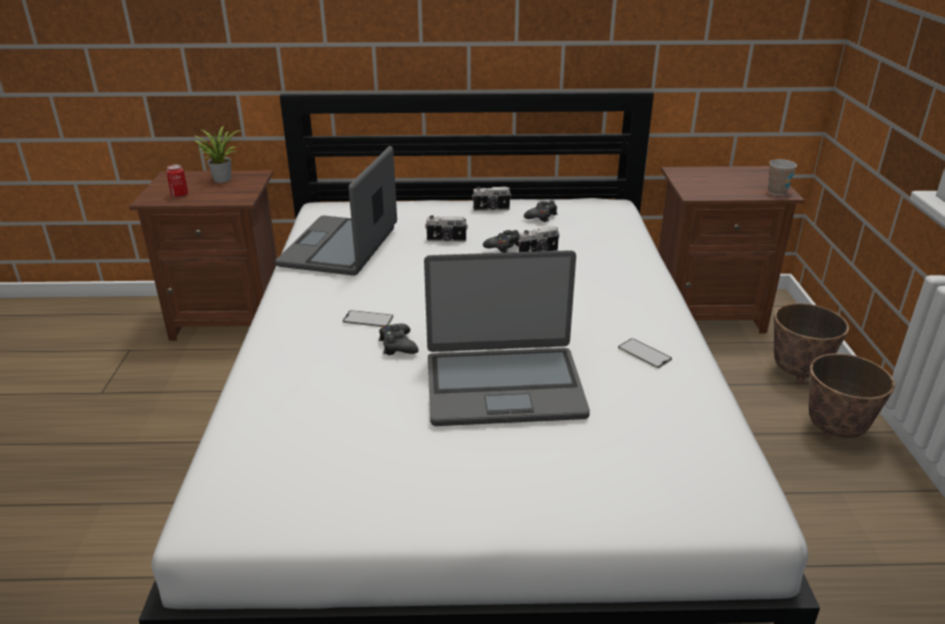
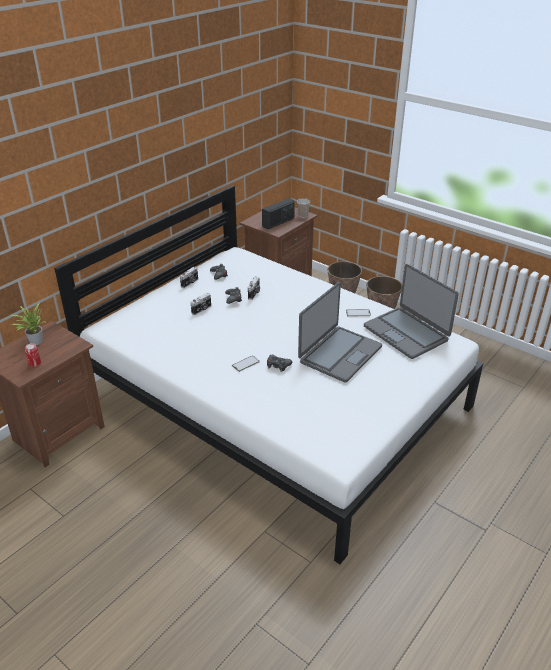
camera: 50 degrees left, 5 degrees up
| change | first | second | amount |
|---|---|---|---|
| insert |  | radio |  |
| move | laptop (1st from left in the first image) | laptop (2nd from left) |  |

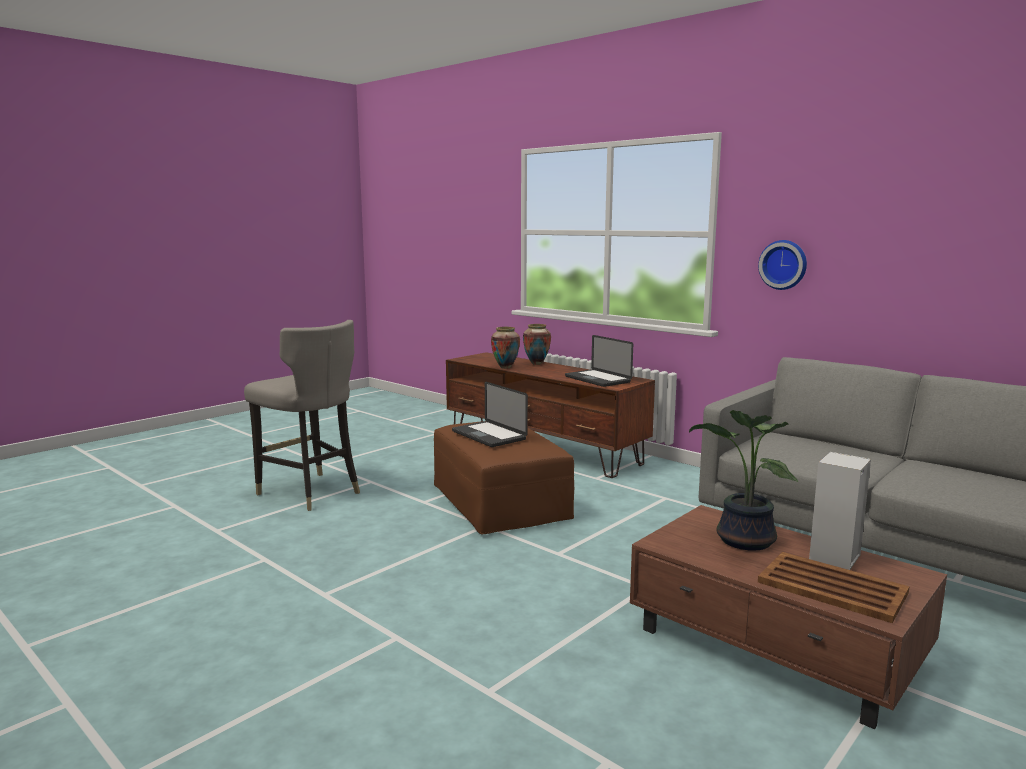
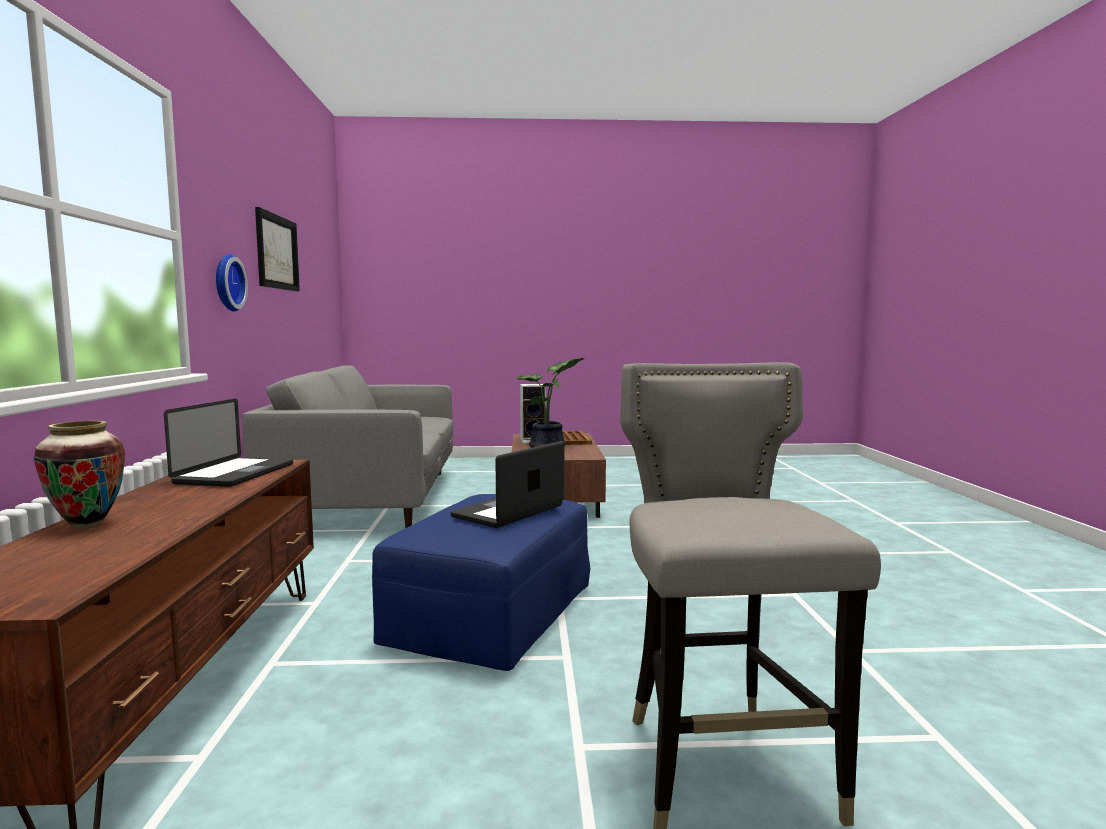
camera: 135 degrees left, 5 degrees down
| change | first | second | amount |
|---|---|---|---|
| insert |  | picture |  |
| recolor | brown_ottoman | blue_ottoman |  |
| rotate | laptop (1st from left in the first image) | laptop (2nd from left) | 150 degrees counterclockwise |
| delete | vase (1st from left) |  |  |

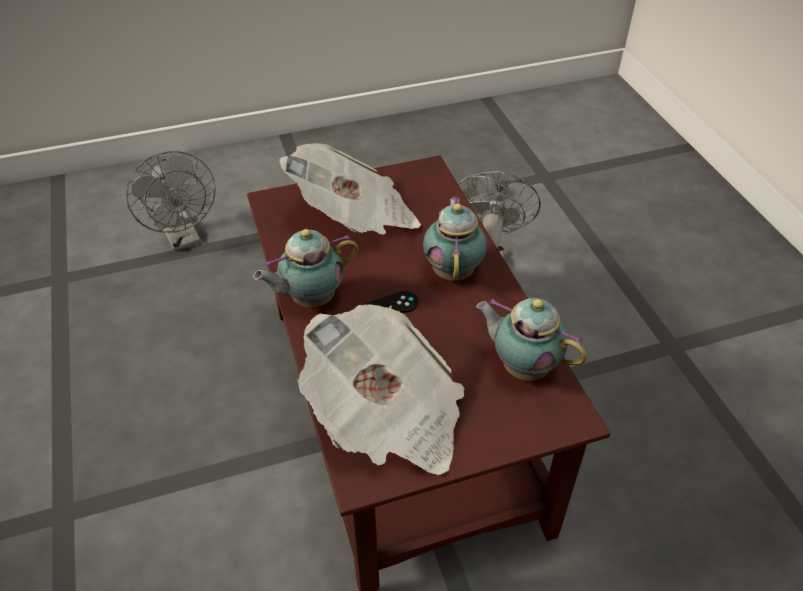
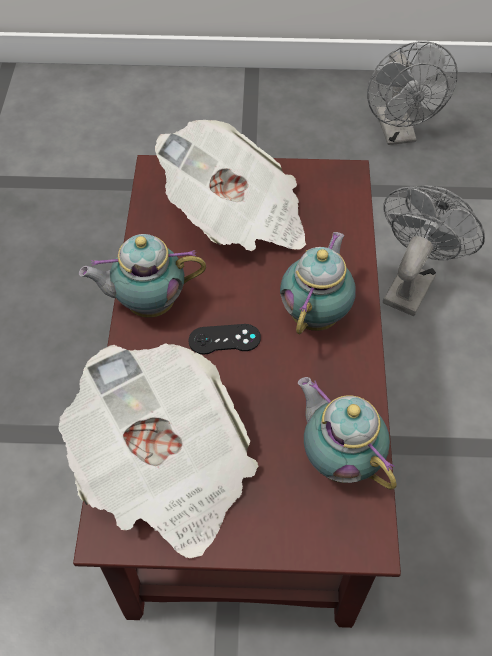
camera: 20 degrees right, 10 degrees up
| change | first | second | amount |
|---|---|---|---|
| move | grey_fan (1st from left) |  |  |

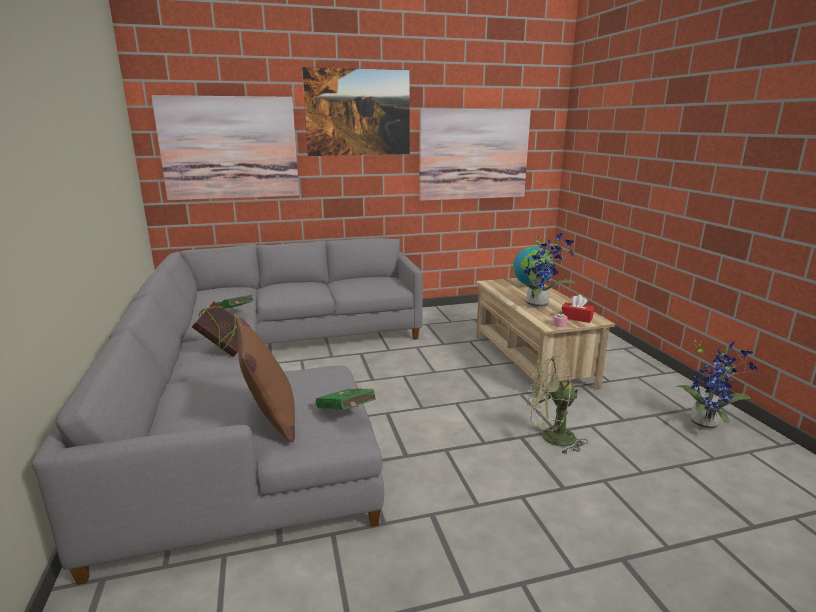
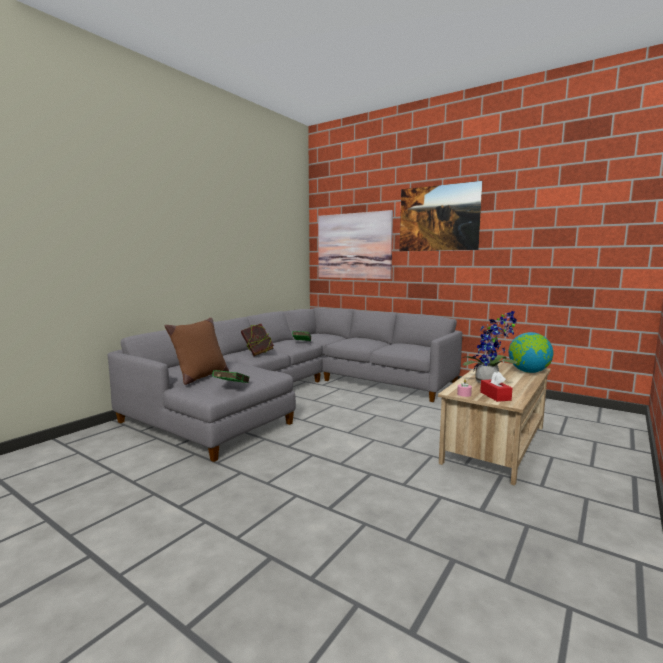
camera: 50 degrees right, 10 degrees down
| change | first | second | amount |
|---|---|---|---|
| delete | picture (3rd from left) |  |  |
| delete | green_fan |  |  |
| delete | potted_plant (2nd from left) |  |  |

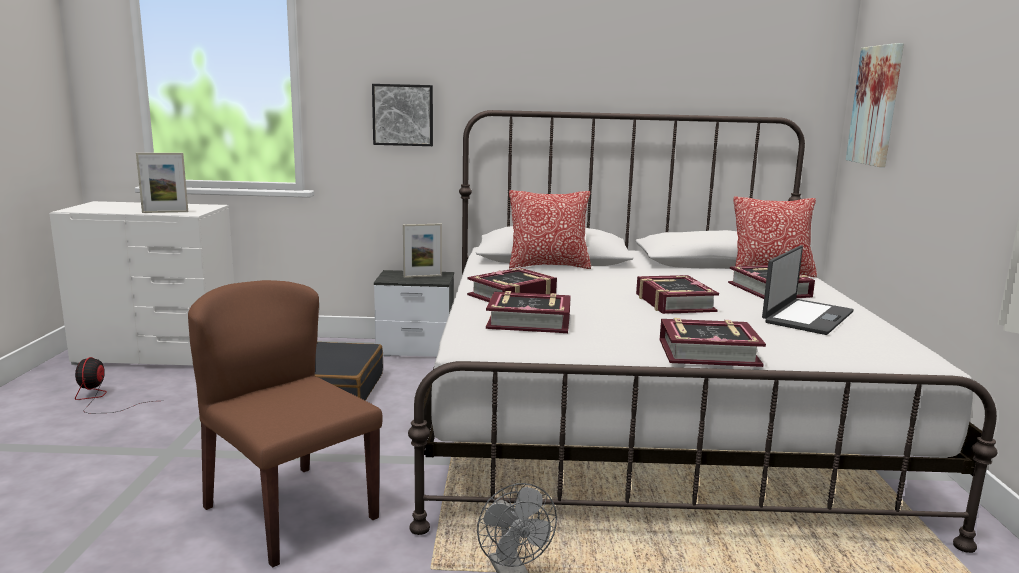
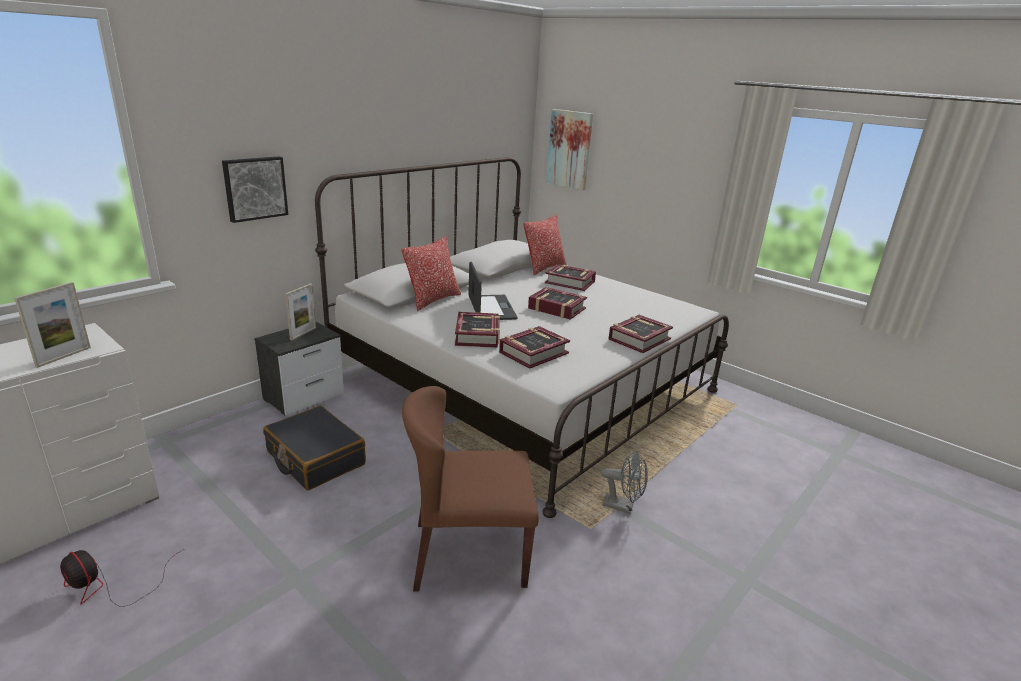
camera: 50 degrees left, 10 degrees up
| change | first | second | amount |
|---|---|---|---|
| move | laptop |  |  |

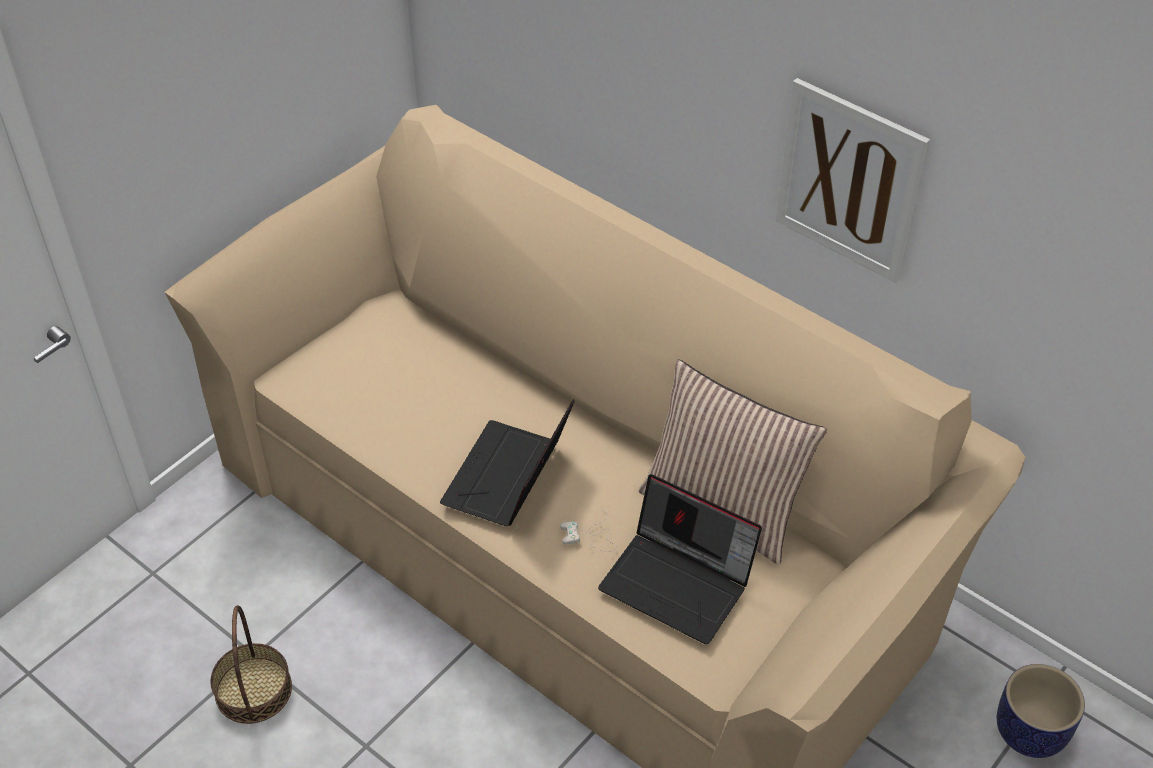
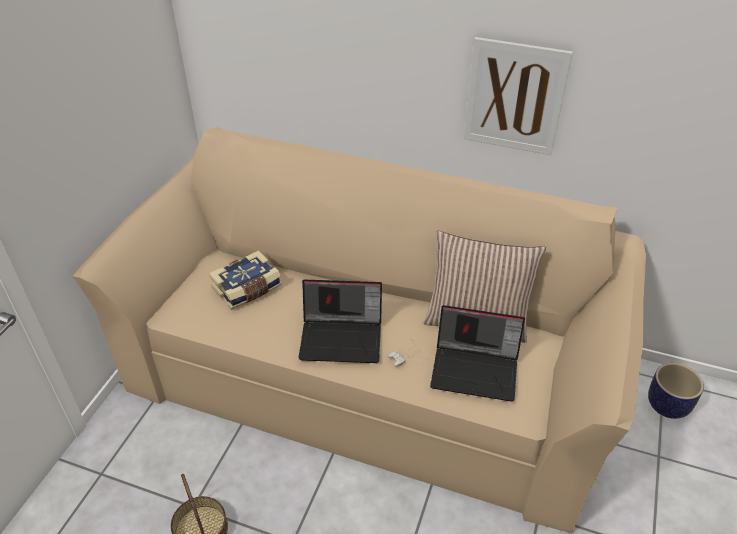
camera: 20 degrees left, 5 degrees down
| change | first | second | amount |
|---|---|---|---|
| insert |  | book |  |
| rotate | laptop (1st from left) |  | 90 degrees counterclockwise |

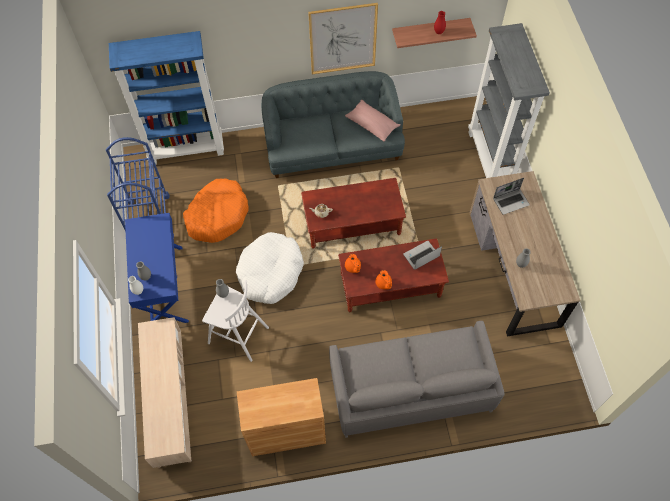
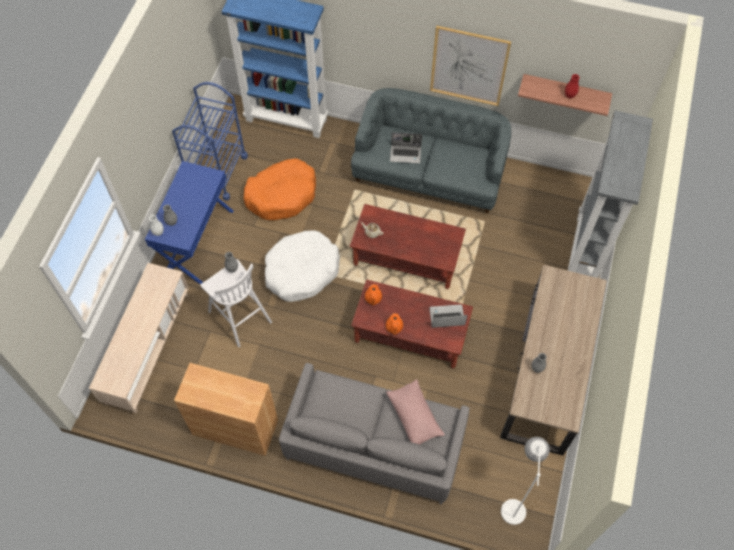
camera: 25 degrees right, 0 degrees up
| change | first | second | amount |
|---|---|---|---|
| move | pink_pillow |  |  |
| move | laptop (2nd from left in the first image) | laptop (1st from left) |  |
| insert |  | white_floor_lamp |  |

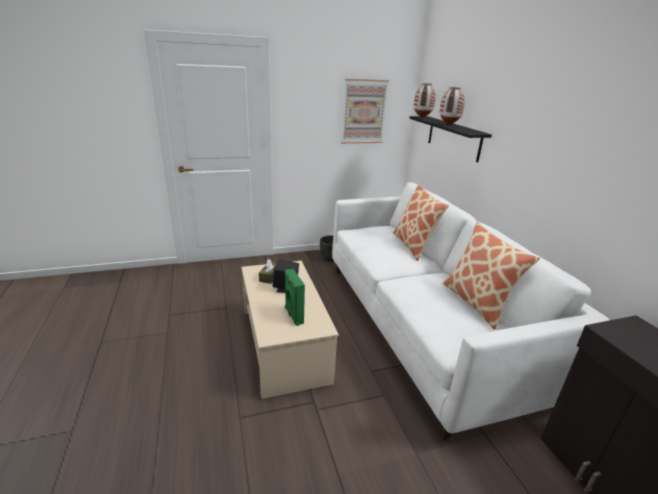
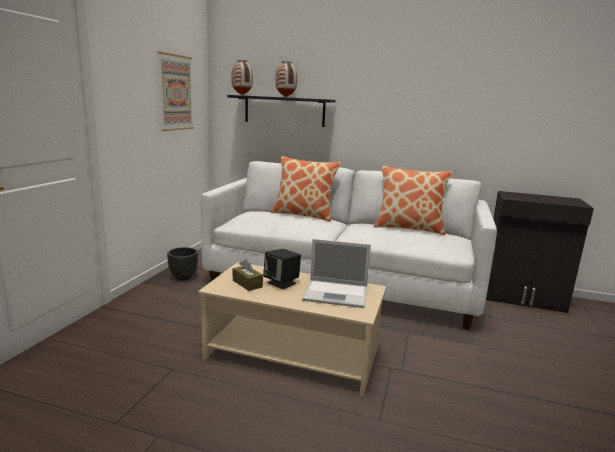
camera: 55 degrees left, 10 degrees down
| change | first | second | amount |
|---|---|---|---|
| replace | green_speaker | laptop |  |

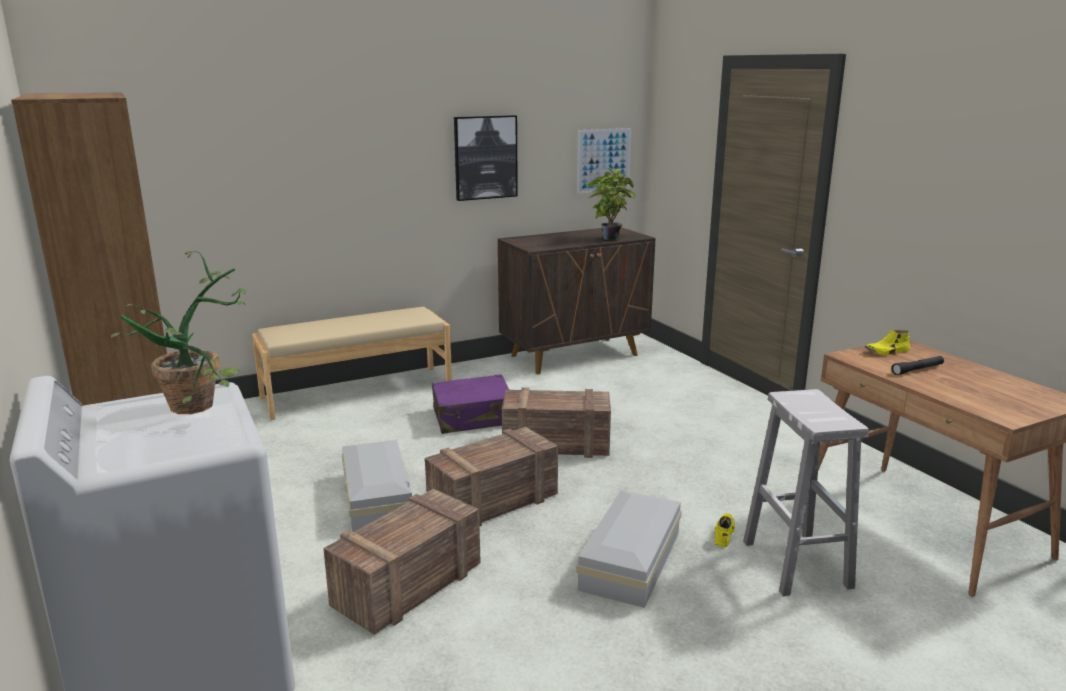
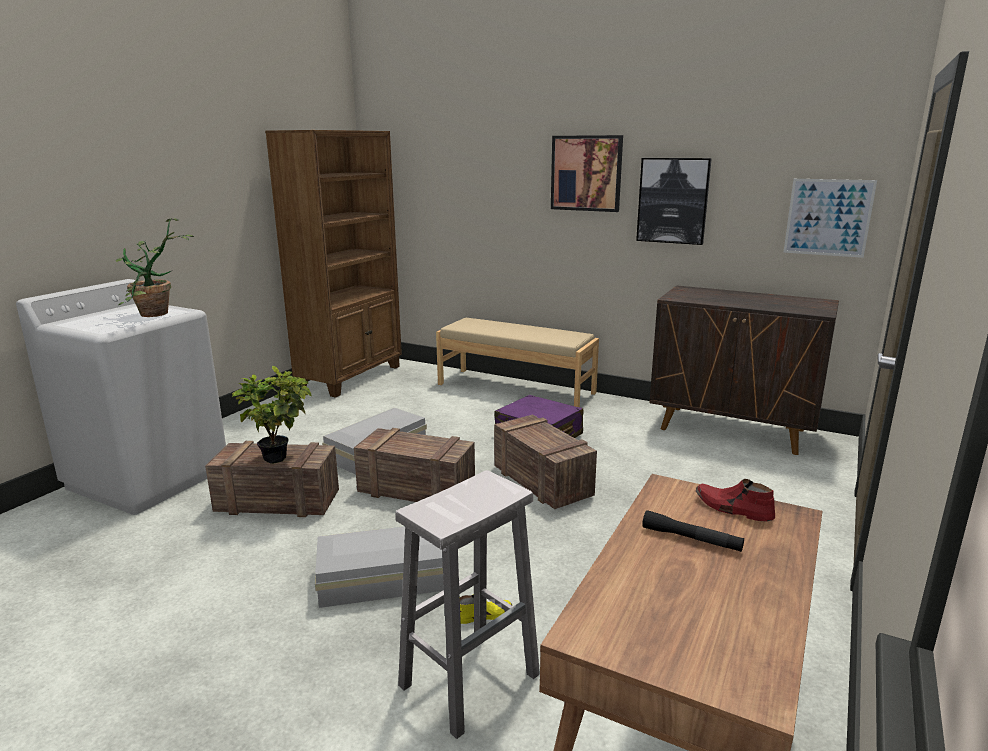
camera: 55 degrees right, 0 degrees up
| change | first | second | amount |
|---|---|---|---|
| move | potted_plant (2nd from left) |  |  |
| insert |  | picture (1st from left) |  |
| recolor | yellow_shoe (2nd from left) | red_shoe |  |

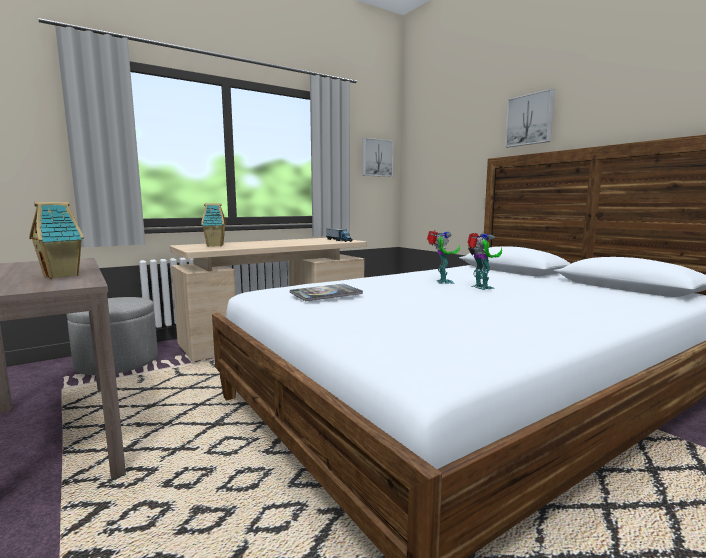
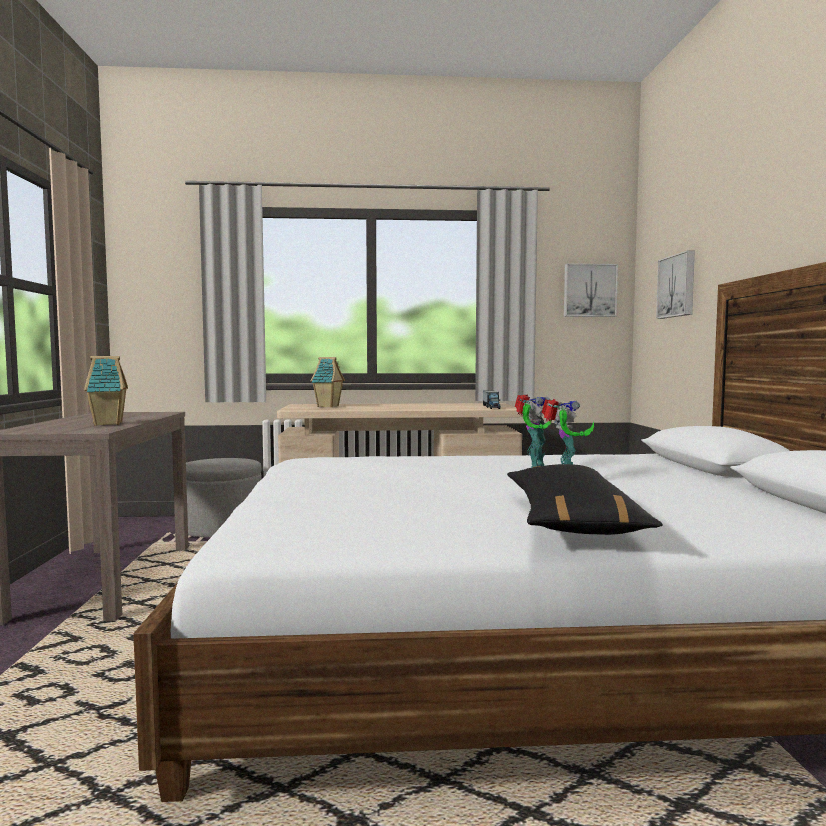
camera: 30 degrees right, 5 degrees down
| change | first | second | amount |
|---|---|---|---|
| insert |  | black_pillow |  |
| move | picture (2nd from left) |  |  |
| delete | book |  |  |

